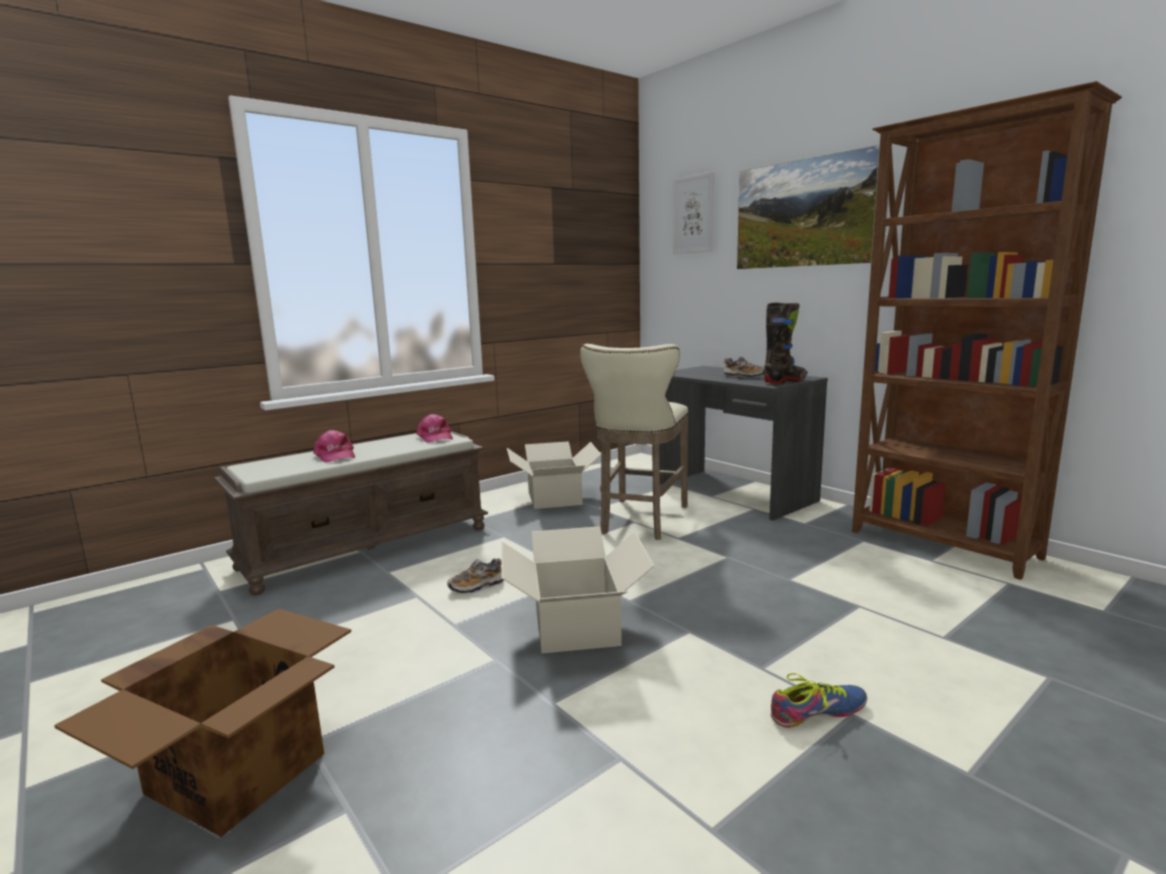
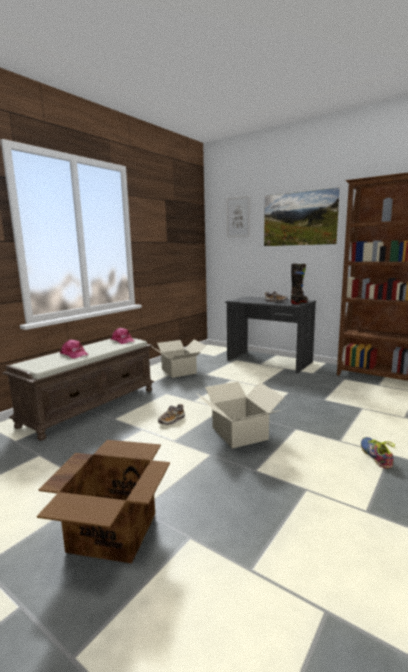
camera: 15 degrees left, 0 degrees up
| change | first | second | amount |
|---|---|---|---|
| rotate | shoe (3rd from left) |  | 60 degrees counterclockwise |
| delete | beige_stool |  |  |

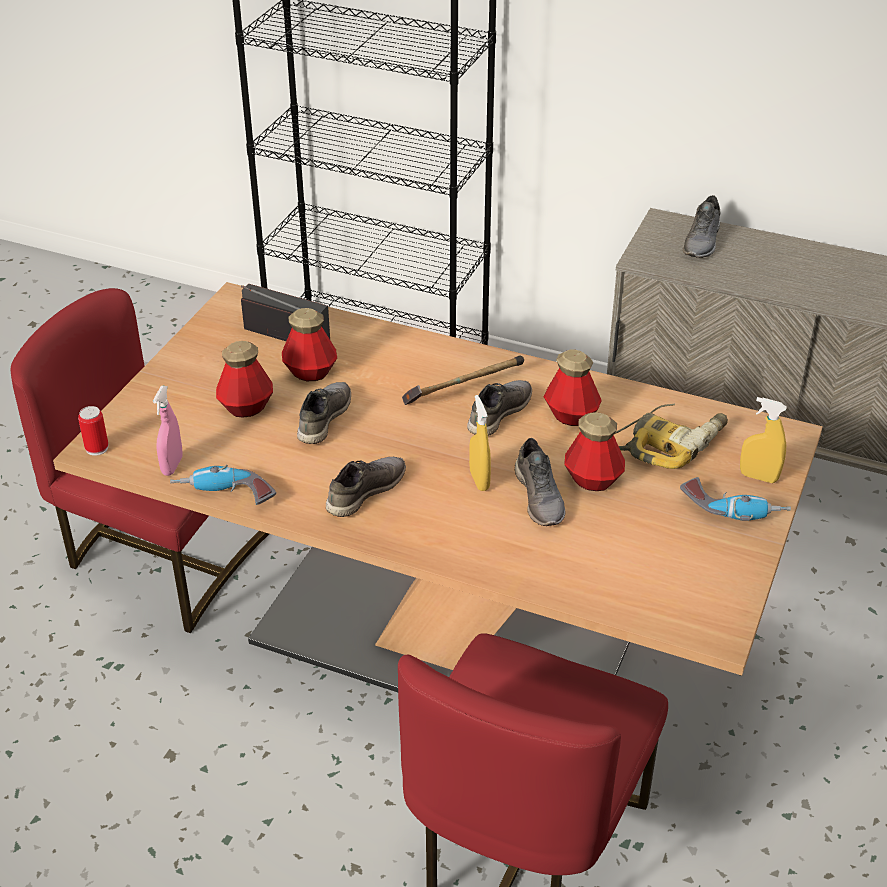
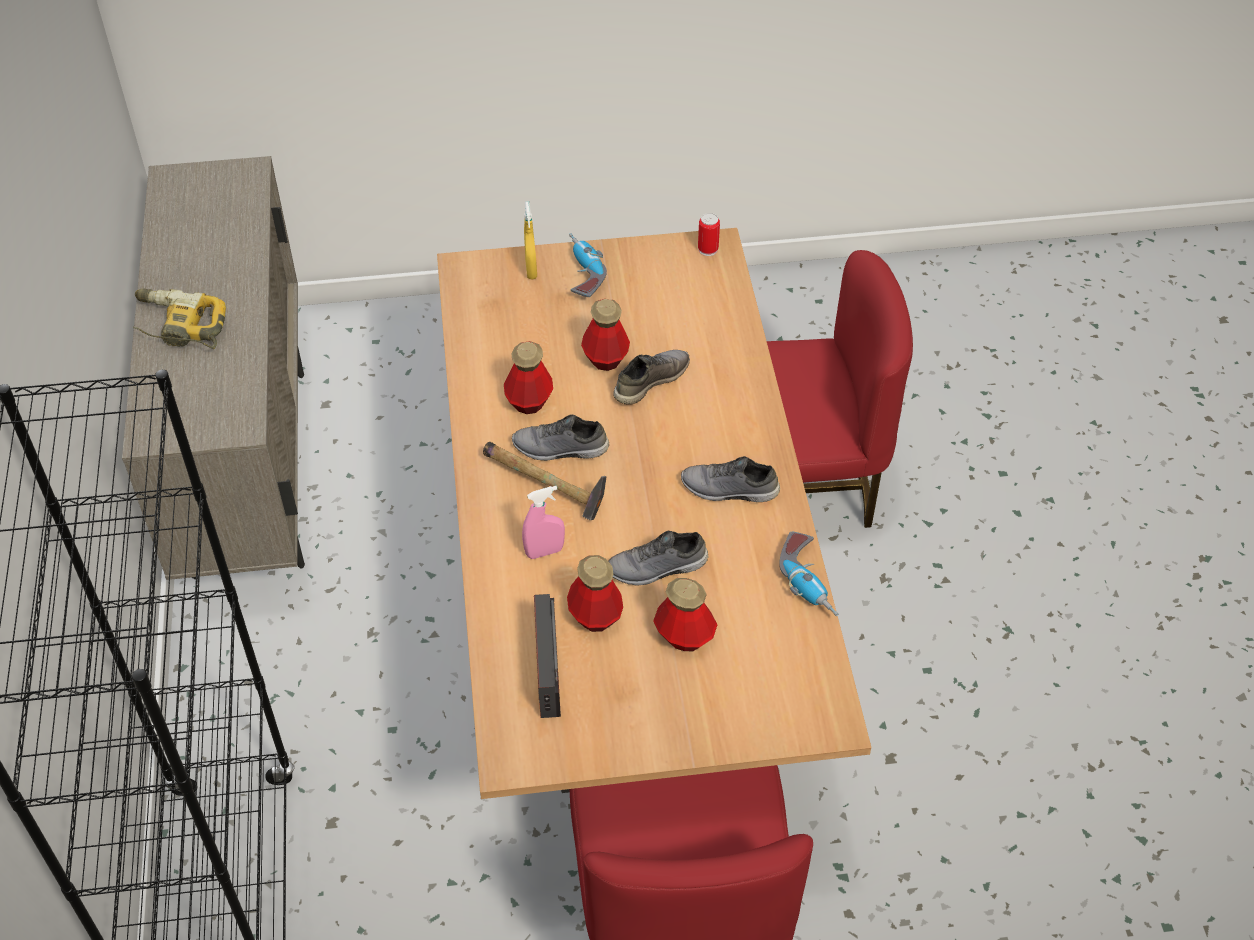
camera: 120 degrees left, 10 degrees up
| change | first | second | amount |
|---|---|---|---|
| move | power_drill (2nd from left in the first image) | power_drill (1st from left) |  |
| move | pink_spray_bottle |  |  |
| move | can |  |  |
| delete | yellow_spray_bottle (1st from left) |  |  |
| delete | grey_shoe (5th from left) |  |  |

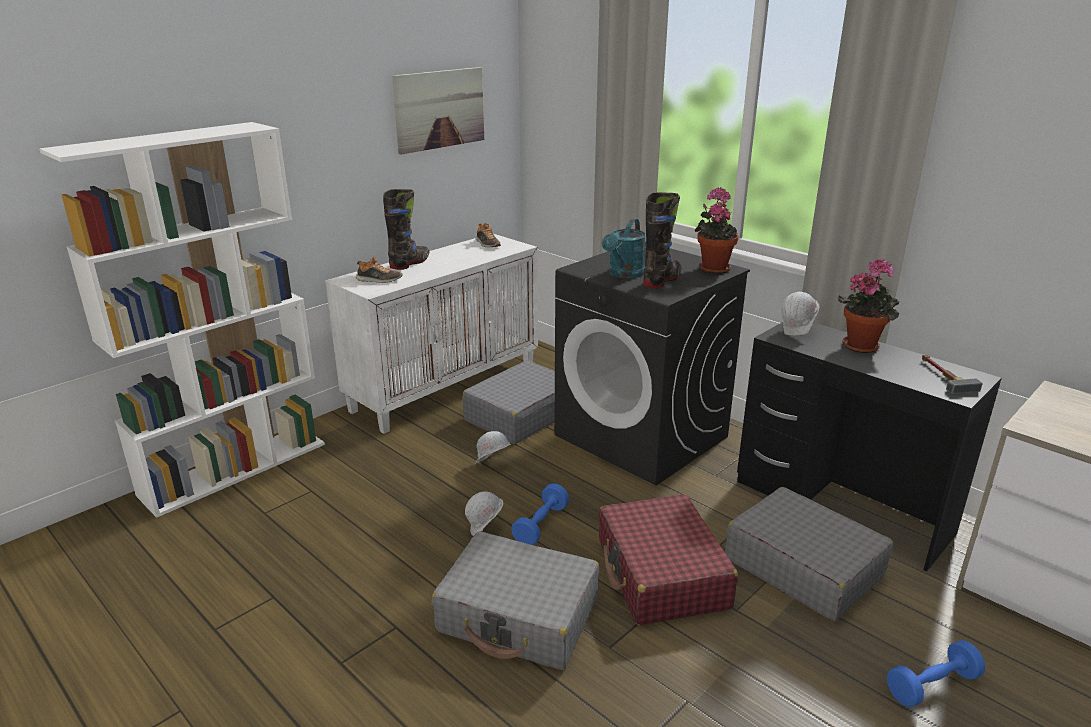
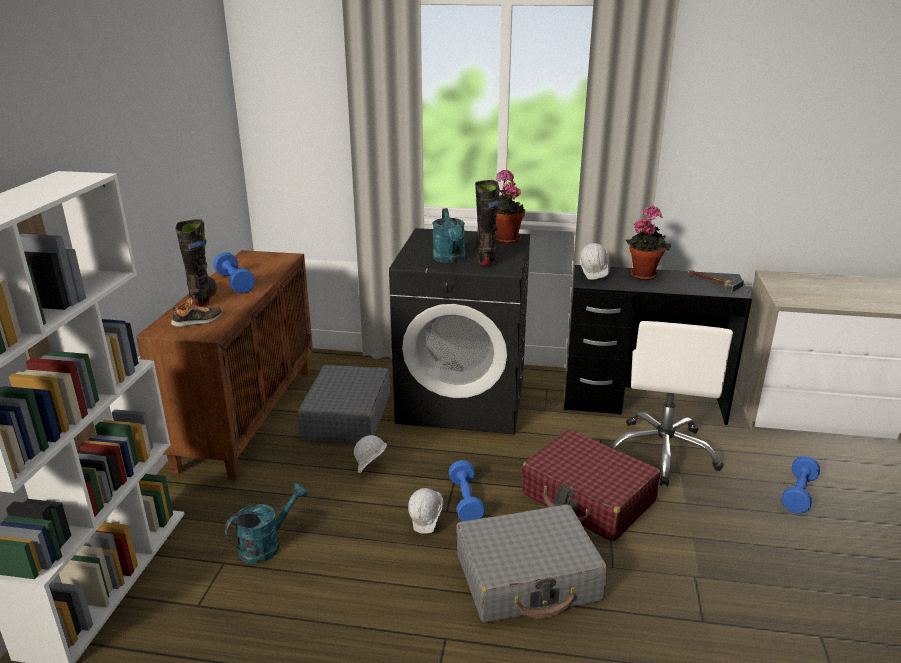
camera: 35 degrees left, 0 degrees up
| change | first | second | amount |
|---|---|---|---|
| recolor | white_cabinet | brown_cabinet |  |
| insert |  | blue_dumbbell (1st from left) |  |
| insert |  | turquoise_watering_can (1st from left) |  |
| replace | grey_suitcase (3rd from left) | white_office_chair |  |
| delete | picture |  |  |
| delete | shoe (2nd from left) |  |  |

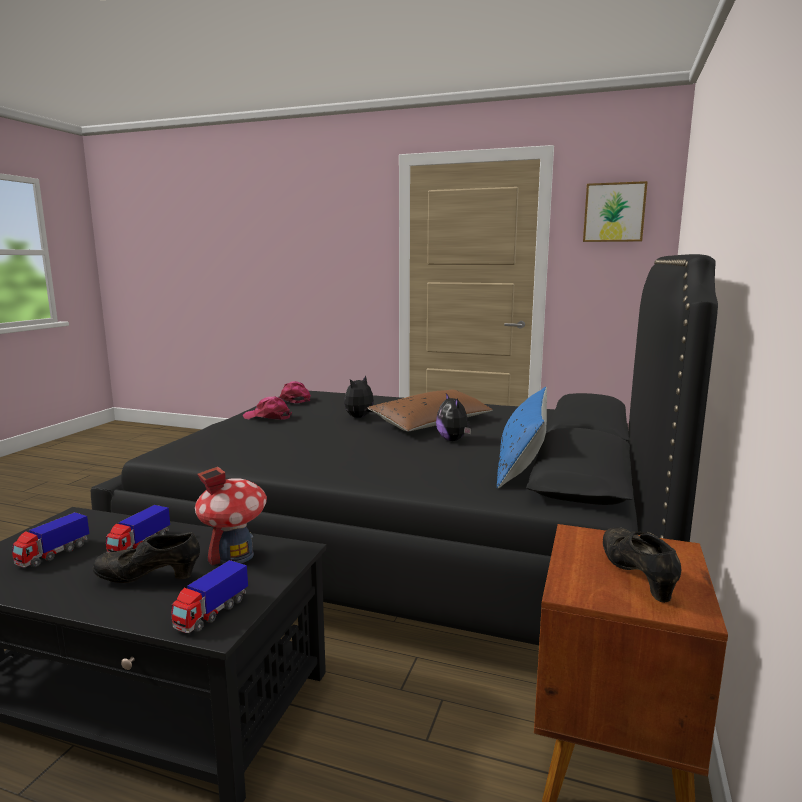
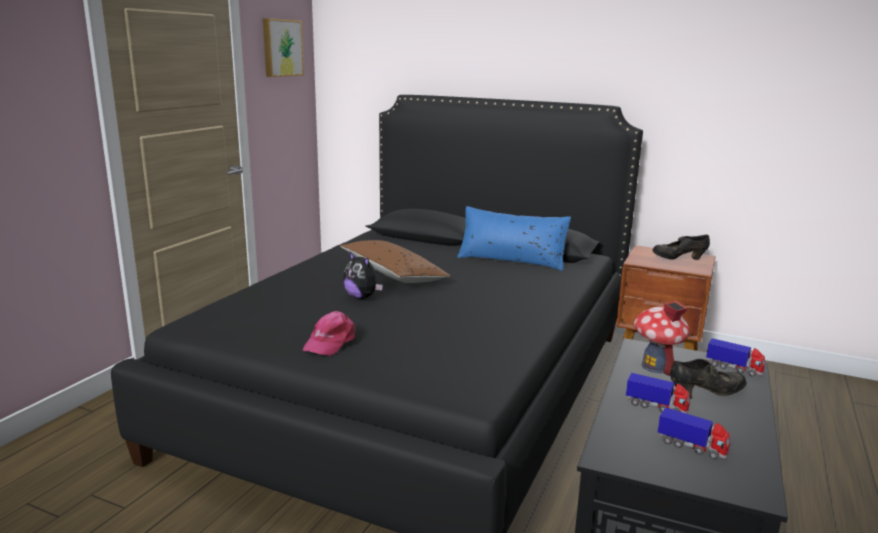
camera: 85 degrees left, 5 degrees up
| change | first | second | amount |
|---|---|---|---|
| rotate | black_shoe (1st from left in the first image) | black_shoe (2nd from left) | 105 degrees counterclockwise |
| delete | pink_cap (2nd from left) |  |  |
| delete | plush_toy (2nd from left) |  |  |

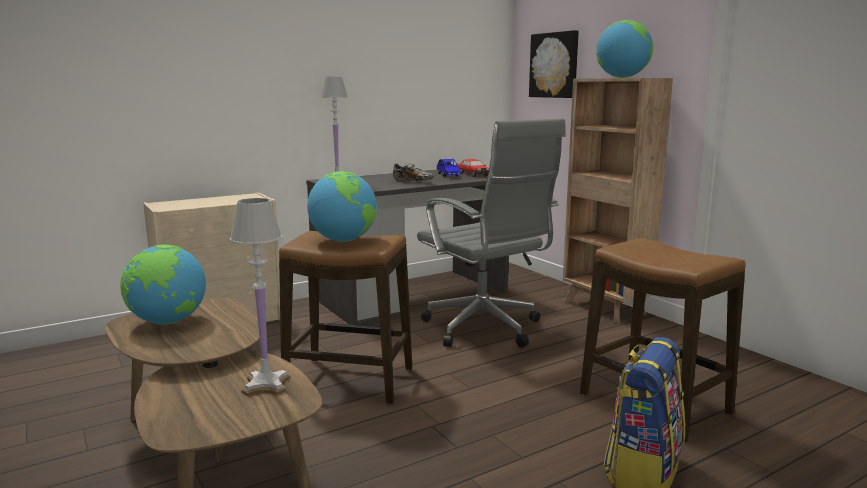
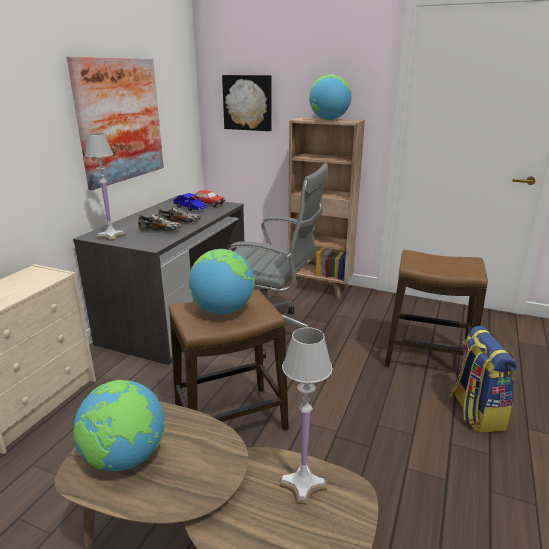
camera: 35 degrees left, 10 degrees up
| change | first | second | amount |
|---|---|---|---|
| insert |  | picture (1st from left) |  |
| insert |  | shoe (1st from left) |  |

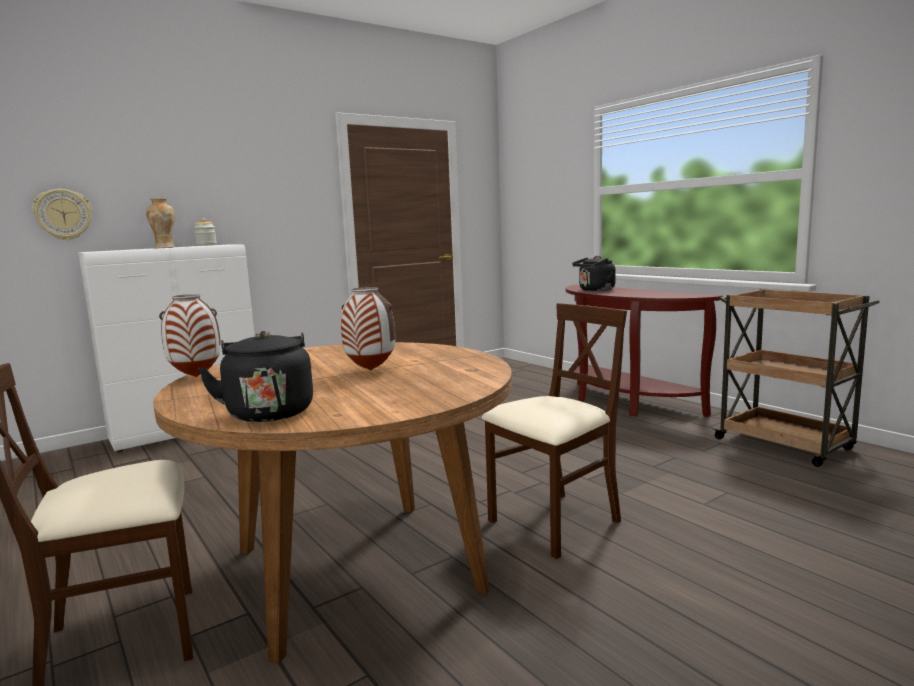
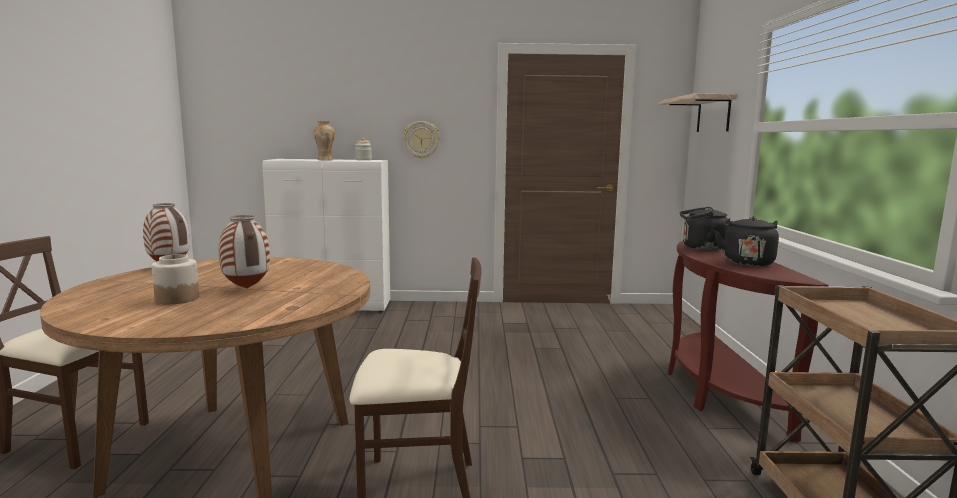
camera: 35 degrees right, 0 degrees up
| change | first | second | amount |
|---|---|---|---|
| insert |  | jar (1st from left) |  |
| move | wall_clock |  |  |
| insert |  | shelf |  |
| move | black_kettle (1st from left in the first image) | black_kettle (2nd from left) |  |

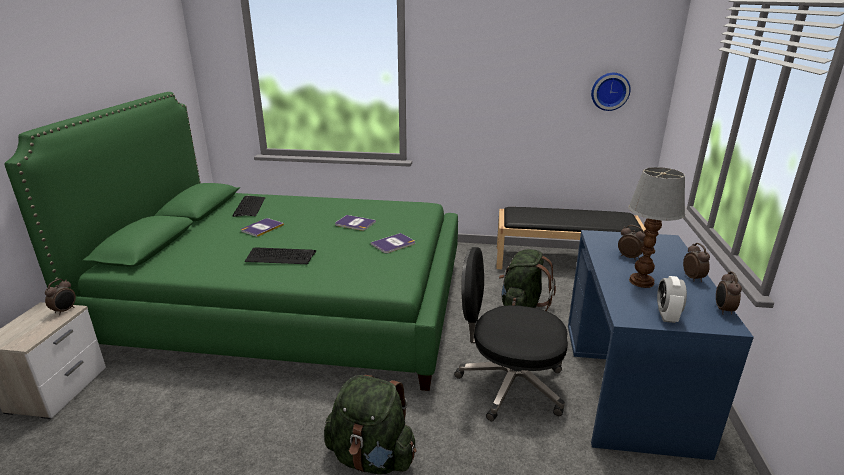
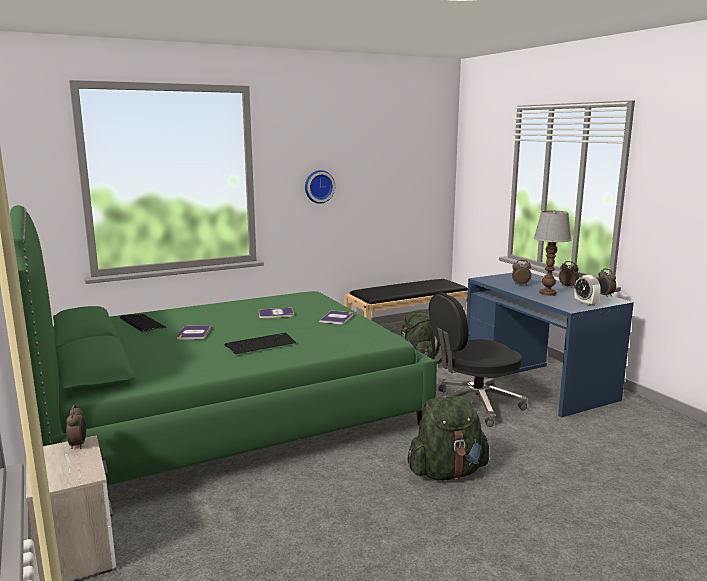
camera: 35 degrees left, 10 degrees down
| change | first | second | amount |
|---|---|---|---|
| move | wall_clock |  |  |

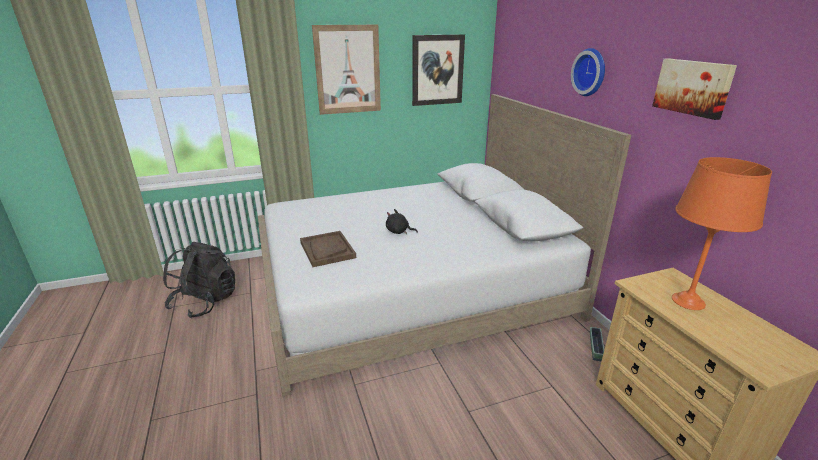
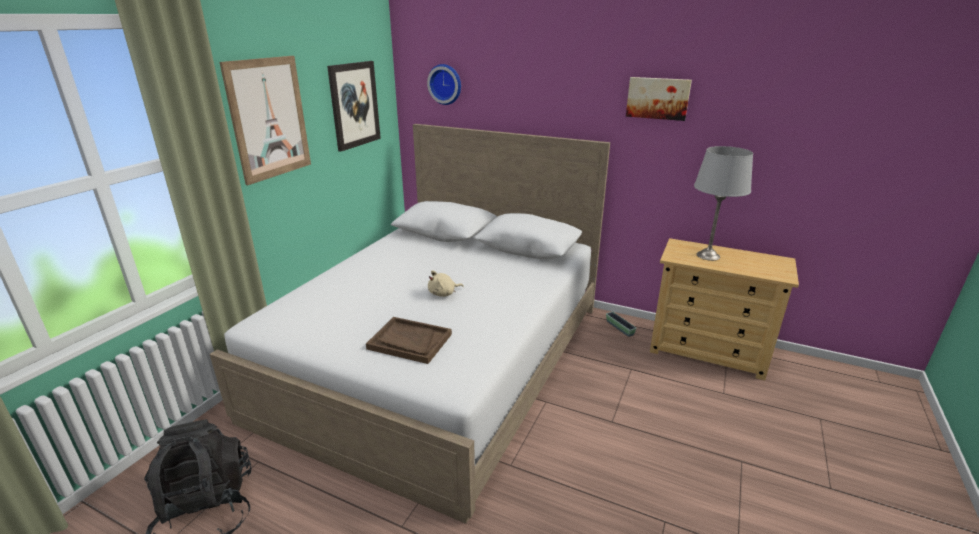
camera: 45 degrees left, 0 degrees up
| change | first | second | amount |
|---|---|---|---|
| move | wall_clock |  |  |
| recolor | black_plush_toy | beige_plush_toy |  |
| recolor | orange_table_lamp | grey_table_lamp |  |

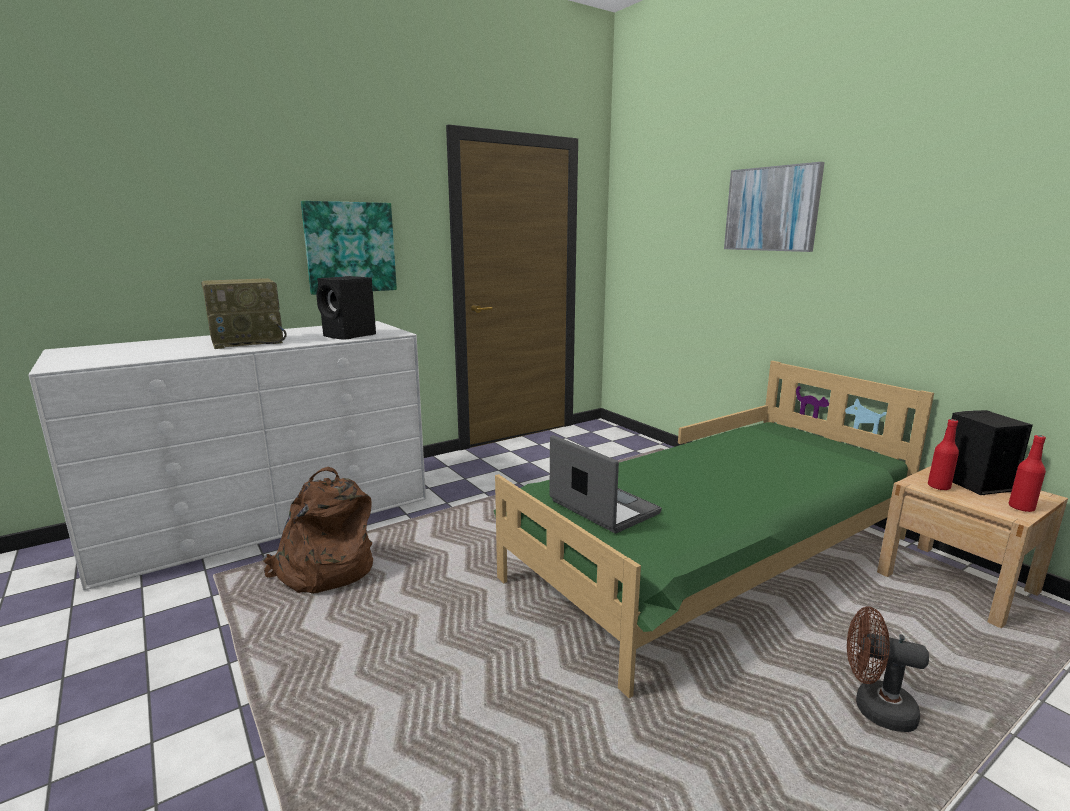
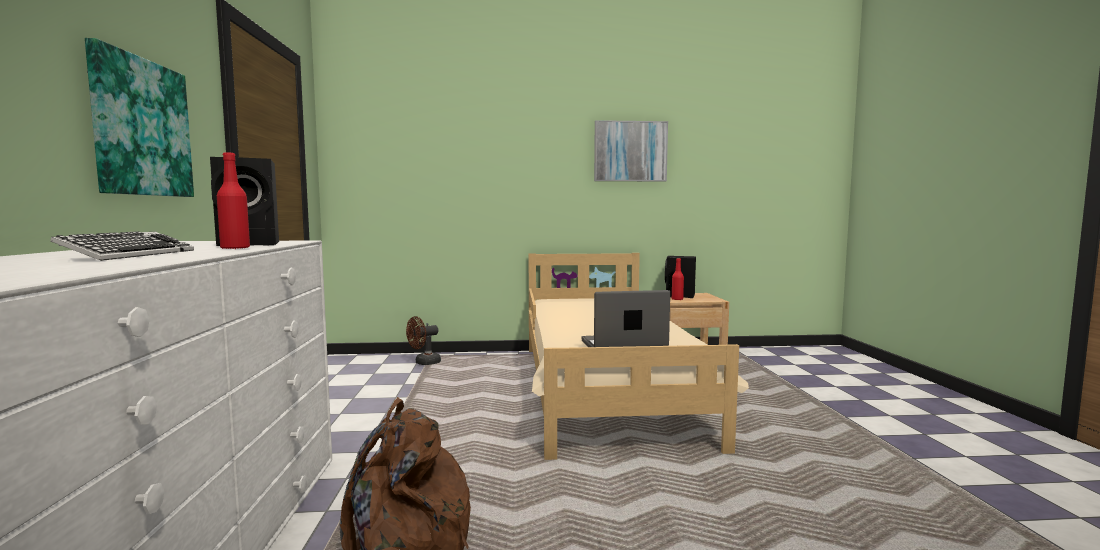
camera: 60 degrees left, 10 degrees down
| change | first | second | amount |
|---|---|---|---|
| replace | radio | keyboard |  |
| move | red_bottle (2nd from left in the first image) | red_bottle (1st from left) |  |
| move | brown_fan |  |  |
| recolor | green_bed | beige_bed |  |
| move | picture (2nd from left) |  |  |

